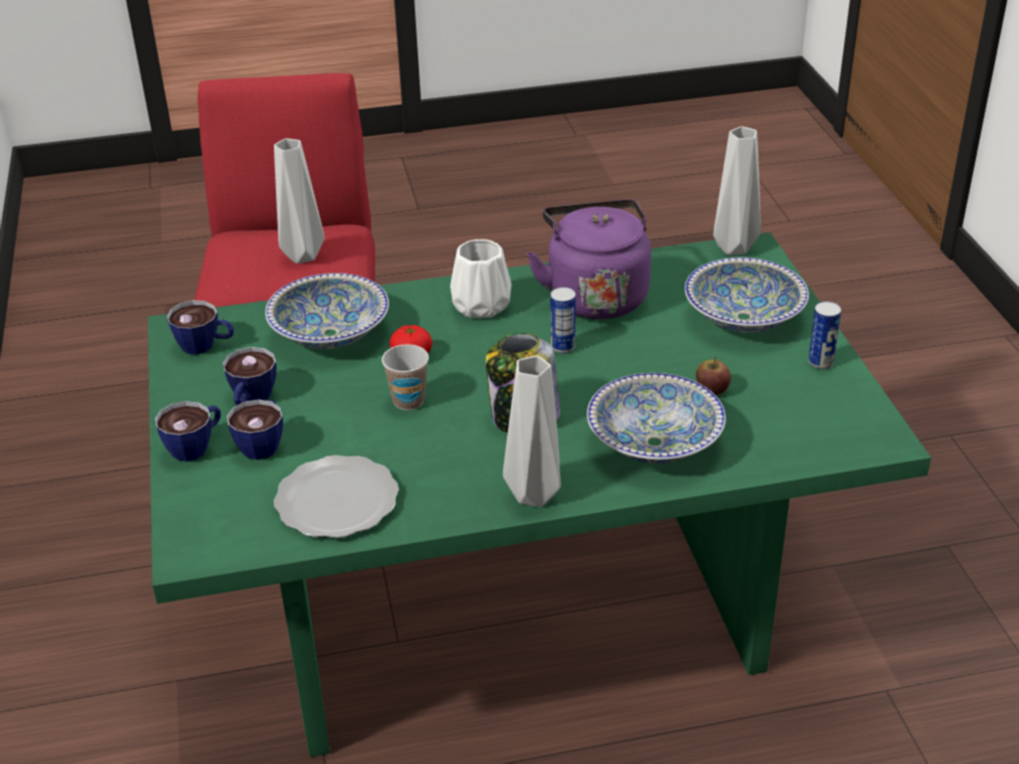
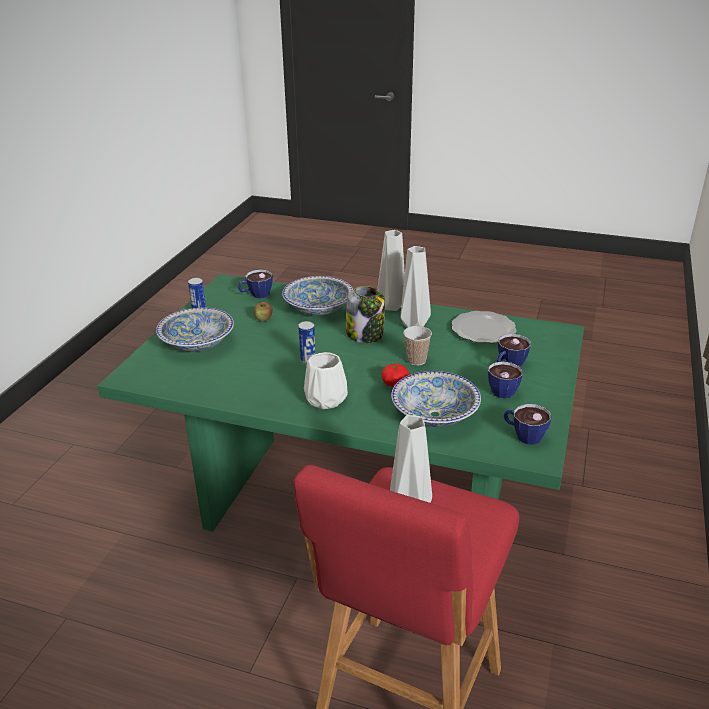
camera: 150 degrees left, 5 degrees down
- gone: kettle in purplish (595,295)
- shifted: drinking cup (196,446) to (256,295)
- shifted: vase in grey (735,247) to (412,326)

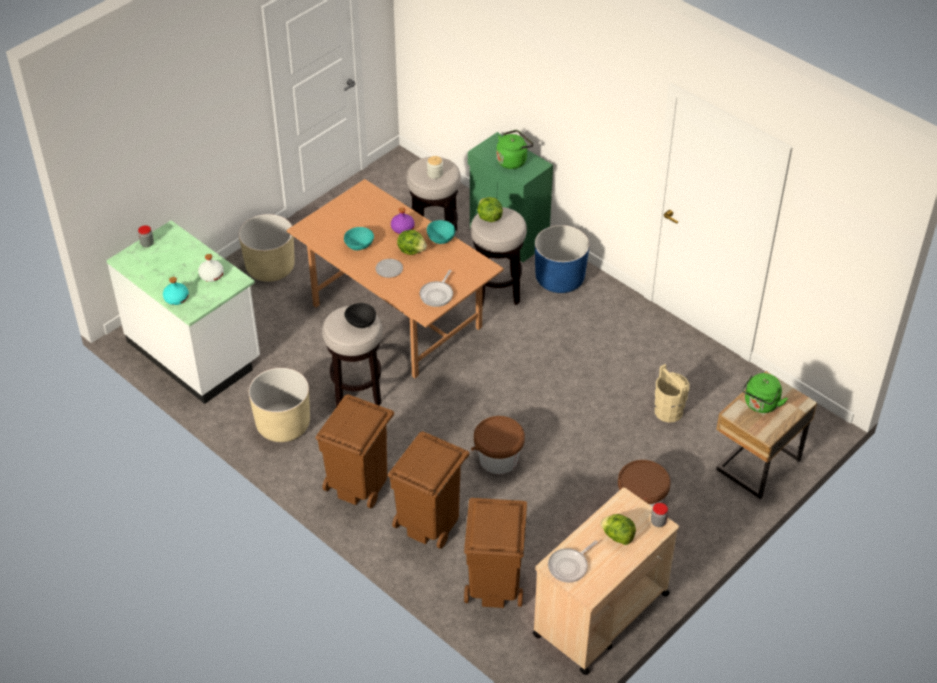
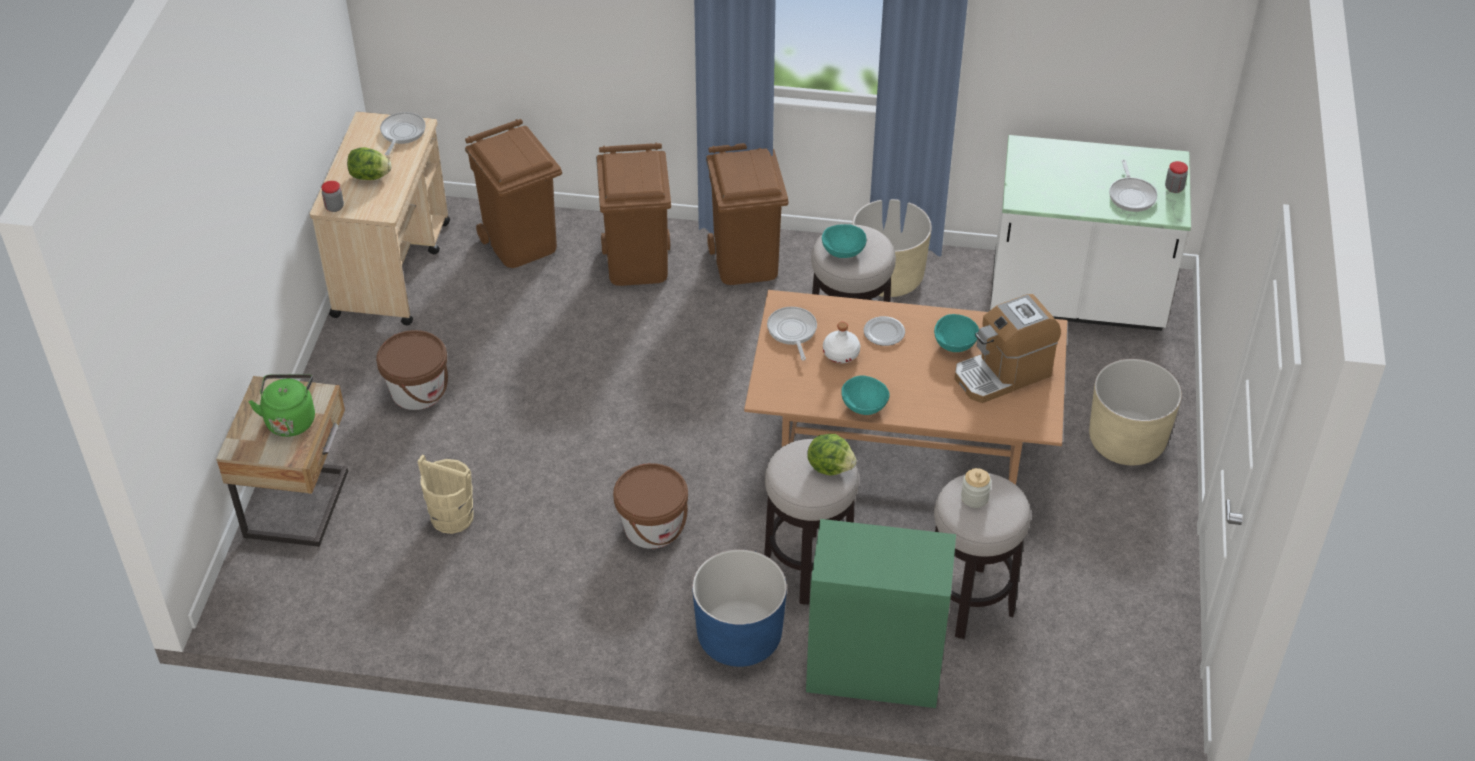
camera: 145 degrees right, 0 degrees up
- gone: beverage bottle in turquoise-coloured (176,298)
- gone: beverage bottle in purplish (402,228)
- gone: lettuce (412,250)
- gone: kettle in greenish (513,160)
- new: coffee brewer (1002,373)
- new: pan (1131,195)
- shifted: beverage bottle in whitish (211,275) to (841,353)
- shifted: bucket in brownish (498,459) to (652,527)
- repainted: serving bowl in blackish (361,323) to serving bowl in turquoise-coloured (842,252)

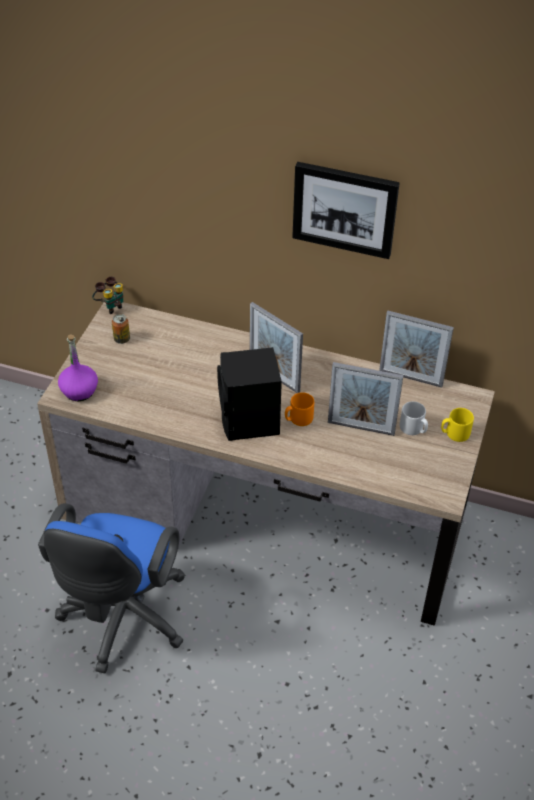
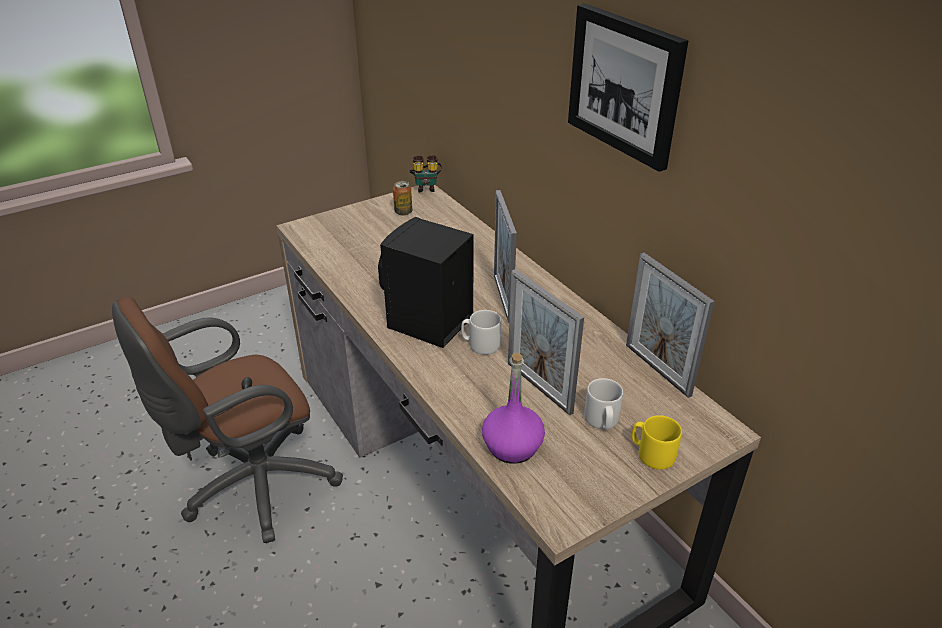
camera: 40 degrees right, 10 degrees down
- shifted: beverage bottle in purplish (79,391) to (512,447)
- repainted: computer chair in blue-coloured (122,620) to computer chair in brownish (253,487)
- repainted: mug in orange-coloured (298,419) to mug in grey (480,345)

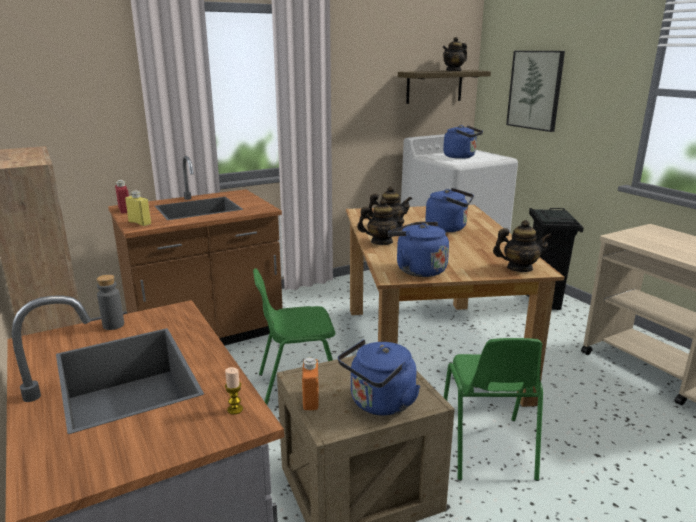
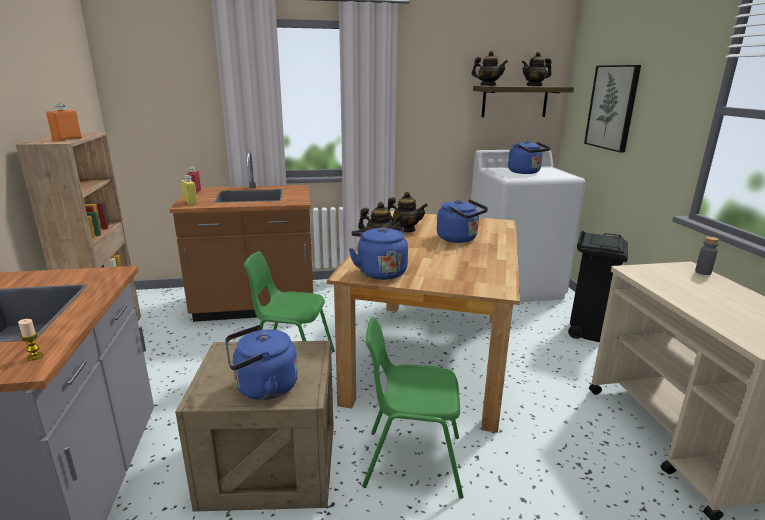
camera: 20 degrees right, 0 degrees up
- shifted: beverage bottle in grey (113,325) to (703,272)
- shifted: beverage bottle in orange-coloured (311,399) to (67,139)
- shifted: tea pot (519,268) to (488,85)
- rotated: upright chair in greenish (486,449) = (412,461) 75 degrees clockwise

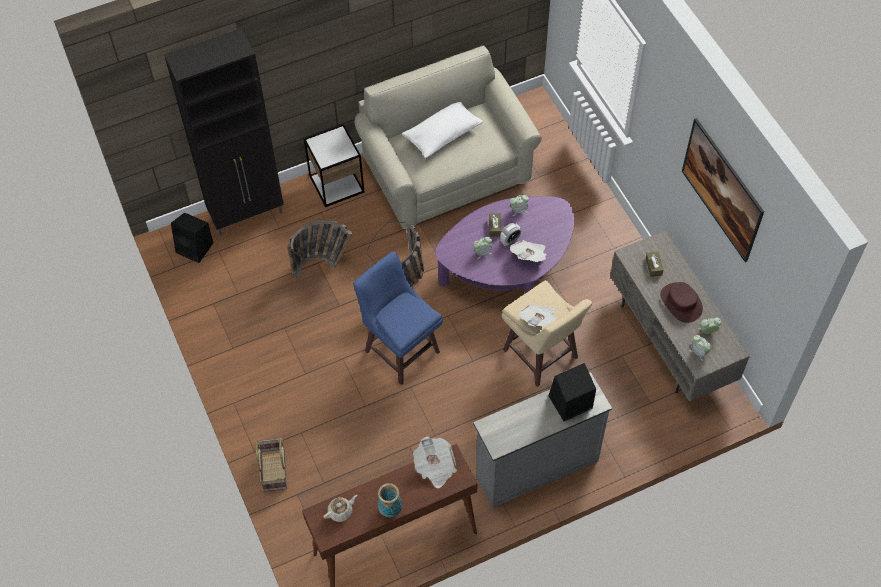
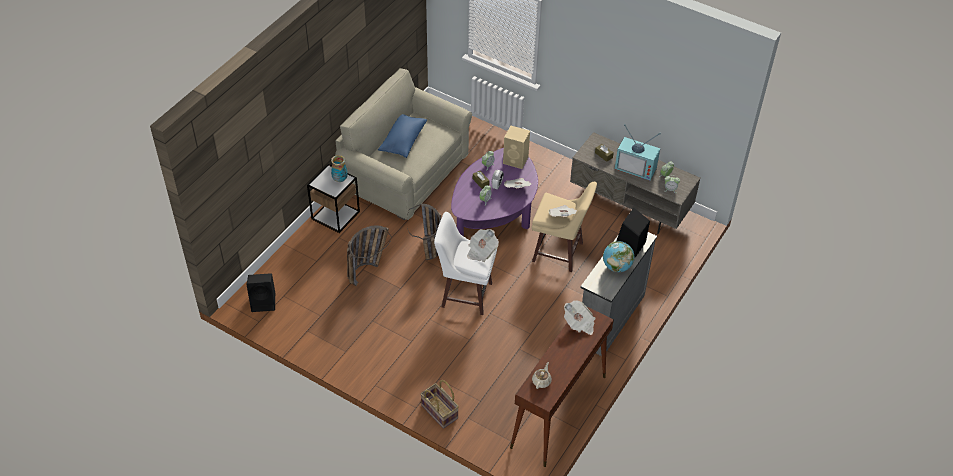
camera: 35 degrees left, 10 degrees down
- gone: cupboard in blackish (247,214)
- gone: wall picture (718,202)
- new: printed paper (481,251)
- new: audio speaker in beige-coloured (516,160)
- new: world globe (617,266)
- shifted: vase (390,509) to (340,179)
- swapped: wearable hat in brownish (681,302) to television (636,167)
- repainted: stool in blue-coloured (401,350) to stool in whitish (465,294)
- repainted: throw pillow in whitish (442,134) to throw pillow in blue-coloured (403,141)

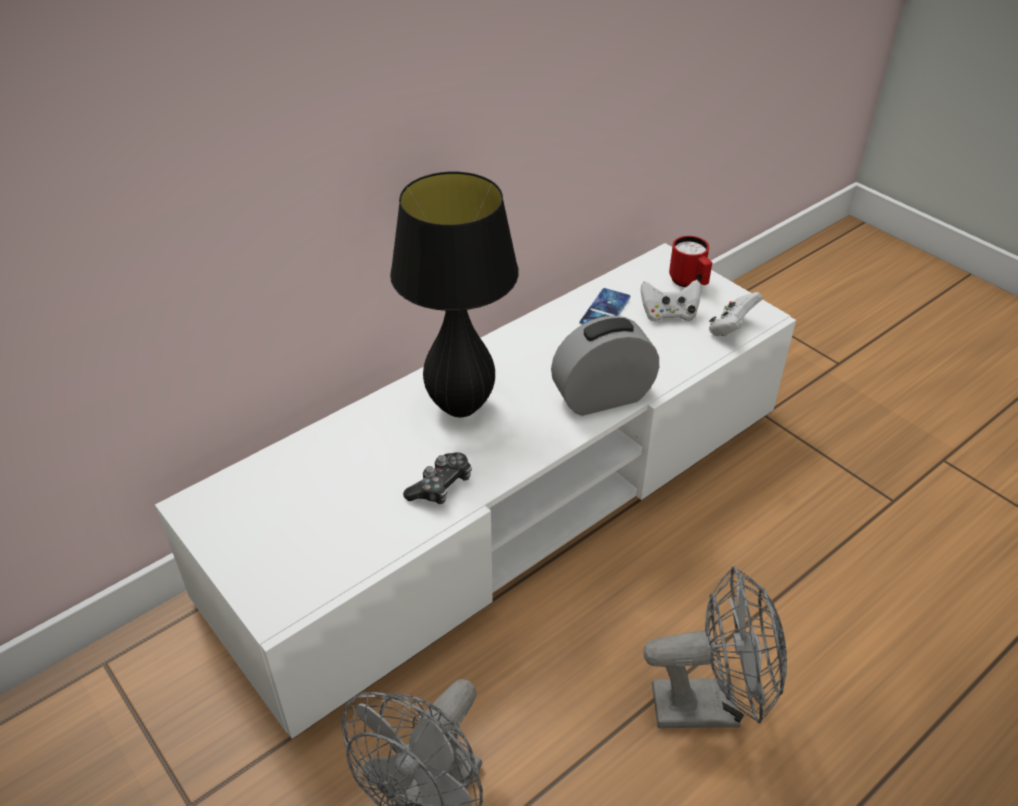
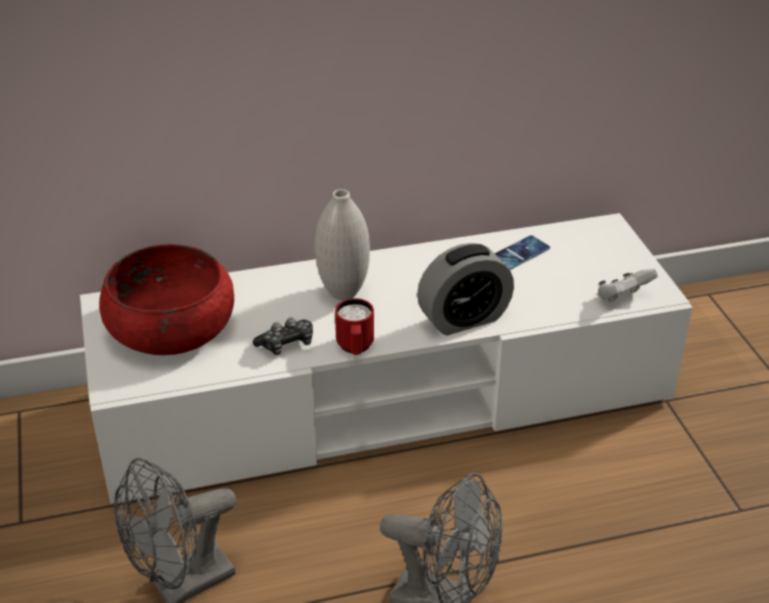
camera: 25 degrees right, 5 degrees down
- gone: joypad in whitish (669,314)
- new: serving bowl in red-coloured (170,327)
- shifted: mug in red-coloured (689,283) to (355,348)
- swapped: lamp for a table in blackish (461,406) to vase in whitish (343,293)
- rotated: alarm clock (602,397) = (464,319) 150 degrees clockwise

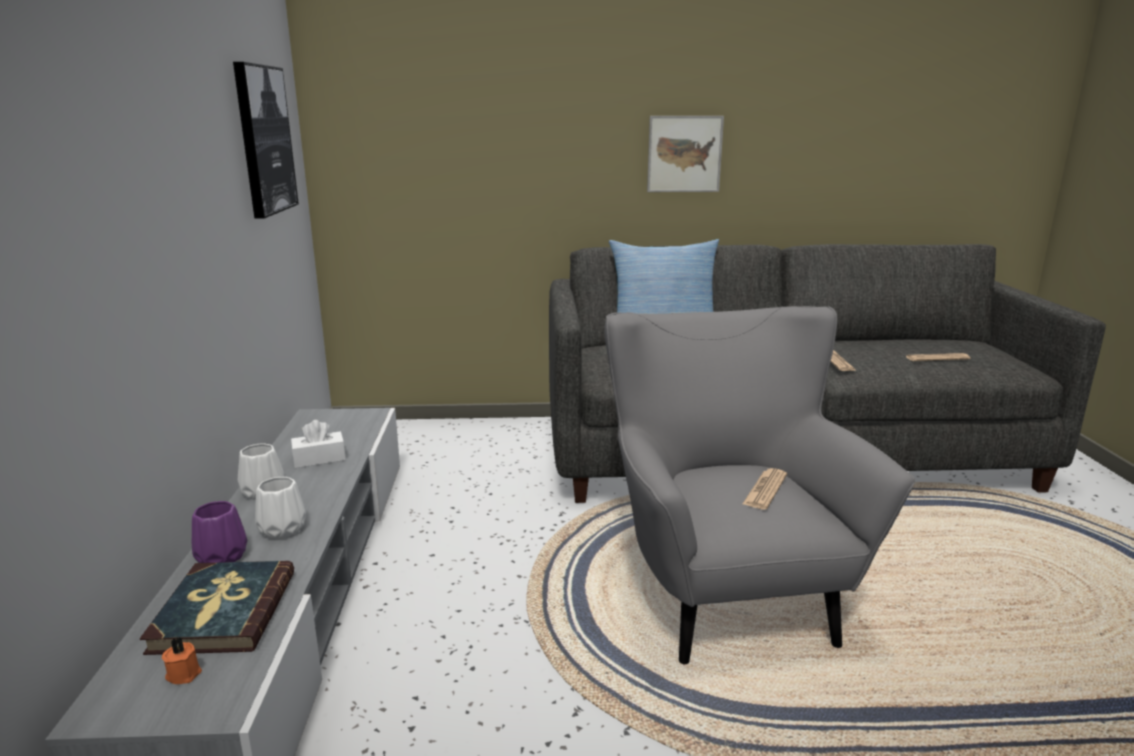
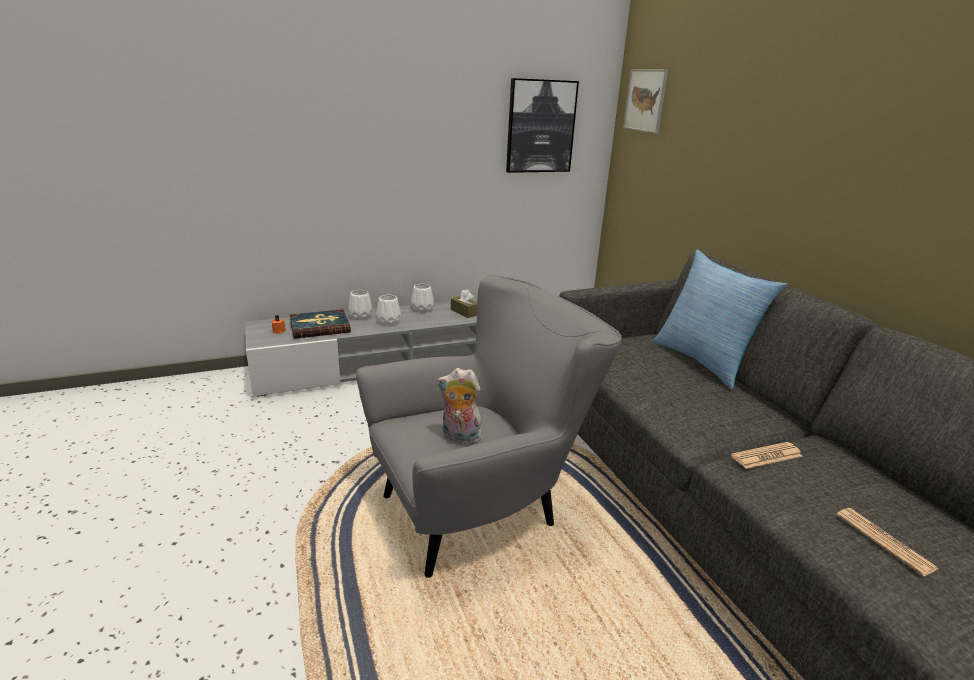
camera: 70 degrees right, 5 degrees up
- shifted: wall picture (684,154) to (645,100)
- swapped: printed paper (765,490) to soft toy (459,437)
- repainted: vase in purplish (222,557) to vase in whitish (360,316)
- repainted: tissue holder in whitish (319,459) to tissue holder in brownish (464,312)

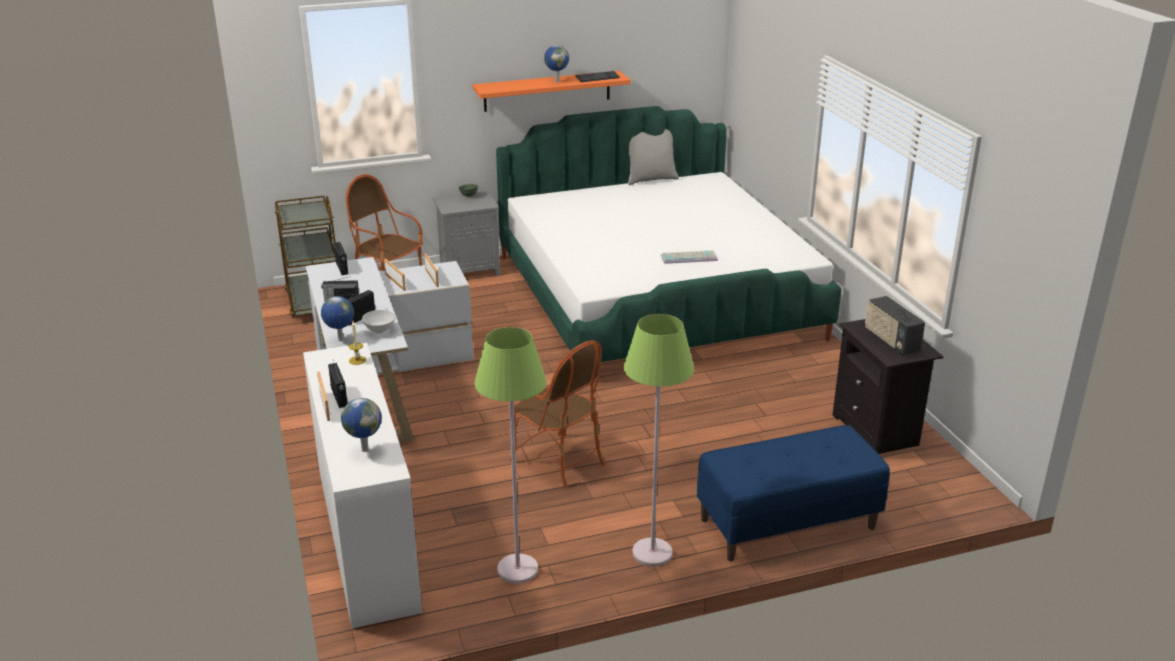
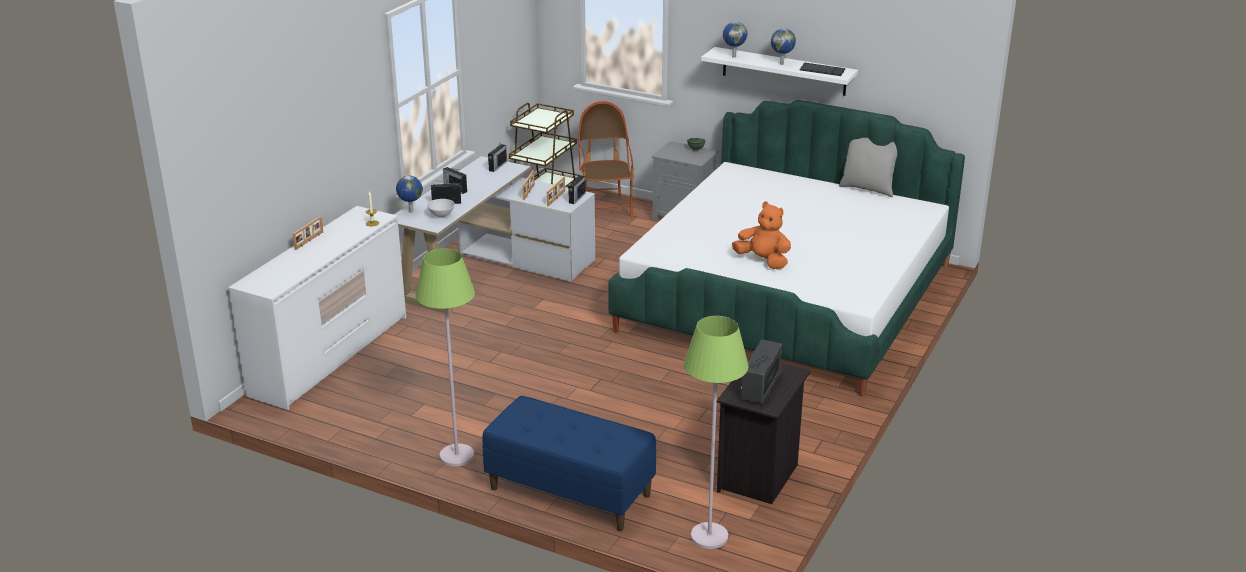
camera: 45 degrees right, 0 degrees up
- gone: easy chair (557,461)
- shifted: radio set (339,397) to (576,198)
- shifted: world globe (364,449) to (734,56)
- shifted: floor lamp in greenish (517,569) to (709,536)
- swapped: keyboard (689,257) to soft toy in orange-coloured (763,261)
- repainted: wall shelf in orange-coloured (547,91) to wall shelf in whitish (784,71)

